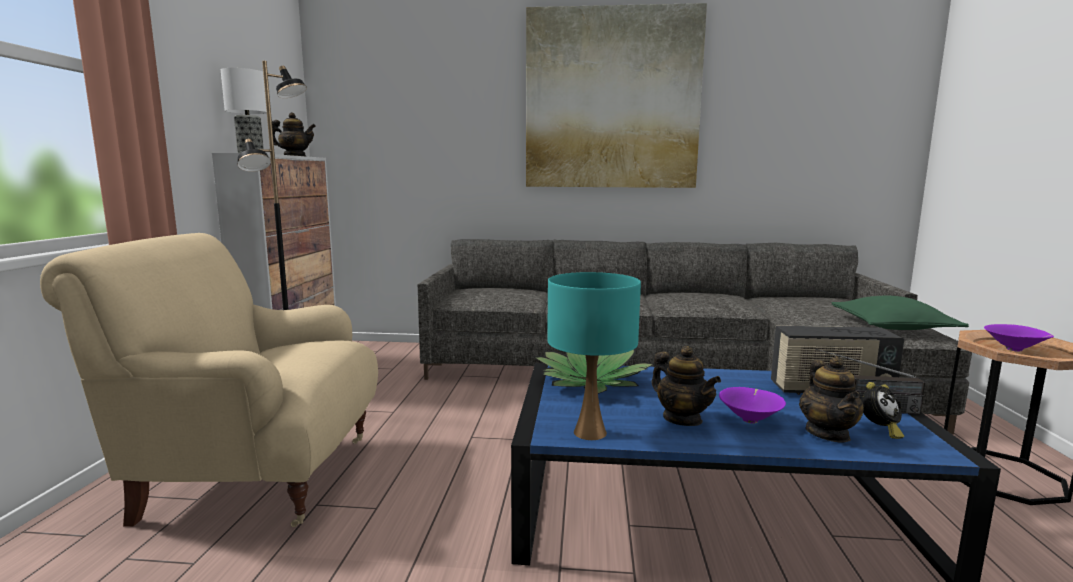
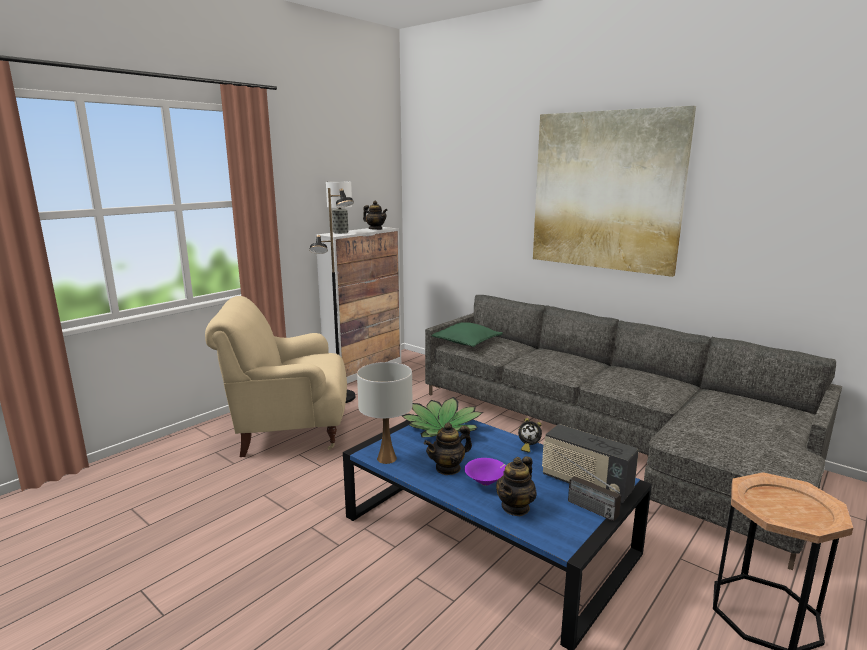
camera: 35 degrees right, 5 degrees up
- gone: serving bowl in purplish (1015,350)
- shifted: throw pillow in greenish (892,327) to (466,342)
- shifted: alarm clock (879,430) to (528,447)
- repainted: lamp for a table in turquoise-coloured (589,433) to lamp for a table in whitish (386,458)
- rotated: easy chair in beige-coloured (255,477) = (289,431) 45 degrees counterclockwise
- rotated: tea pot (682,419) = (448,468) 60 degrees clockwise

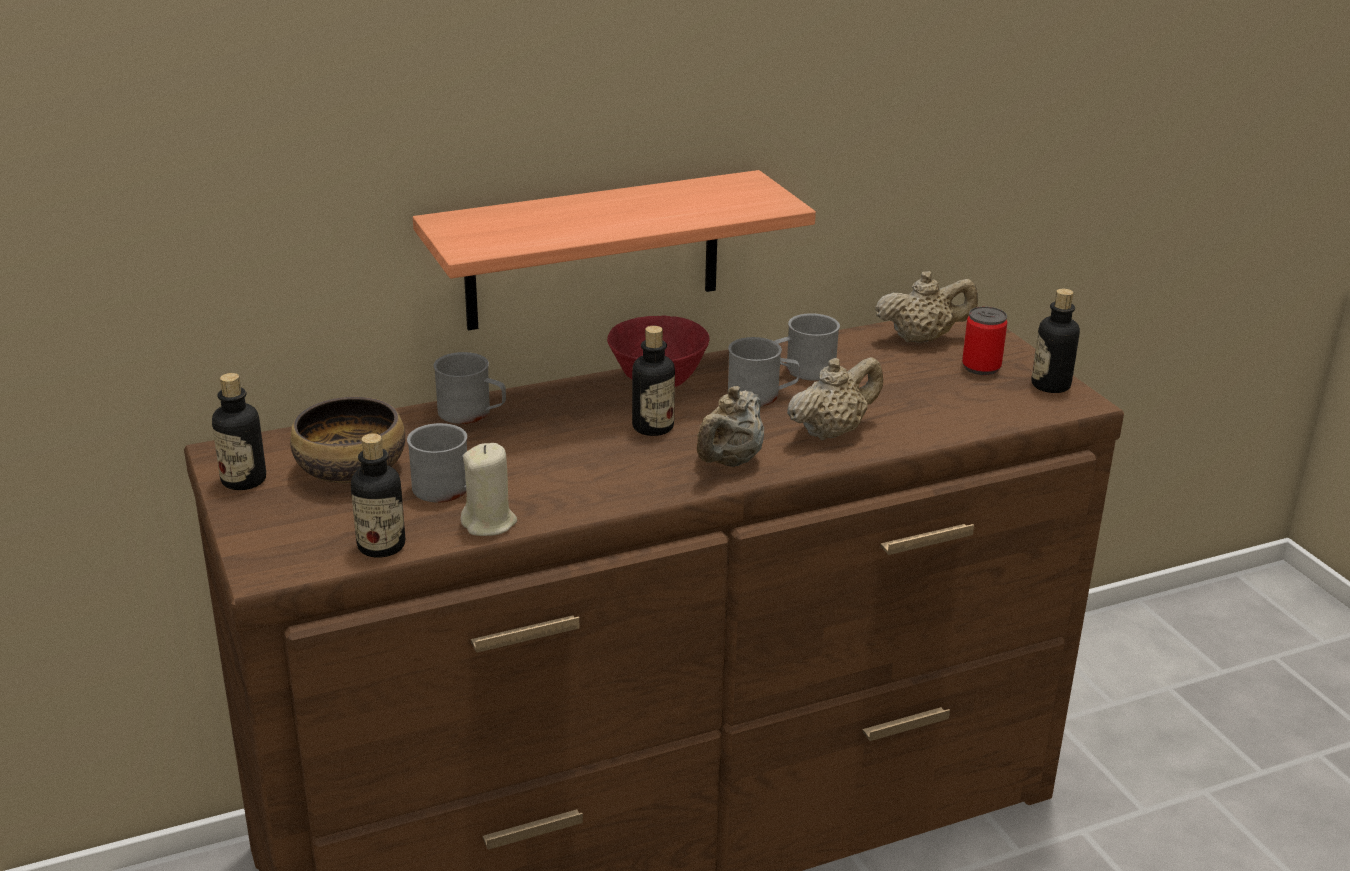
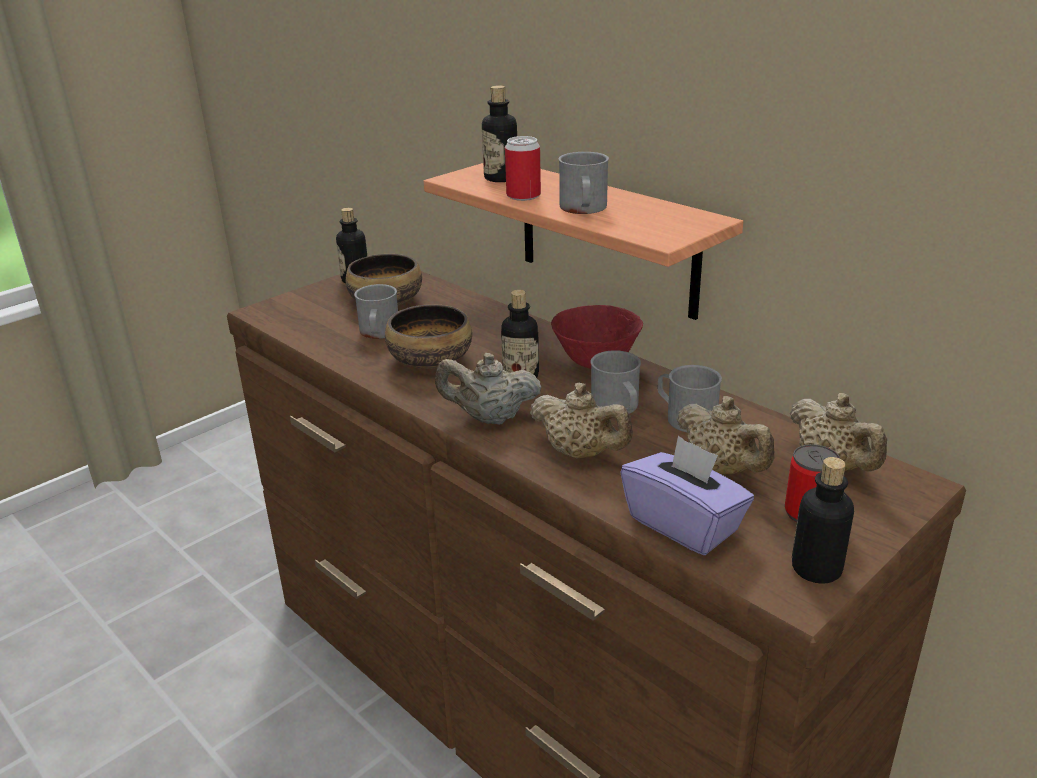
camera: 70 degrees right, 0 degrees up
- gone: candle in beige-coloured (489,523)
- new: serving bowl (429,359)
- new: sealed can (523,196)
- new: tissue holder in purplish (684,524)
- new: tea pot in beige-coloured (722,469)
- shifted: beverage bottle (381,546) to (501,178)
- shifted: mug in grey (472,413) to (583,209)

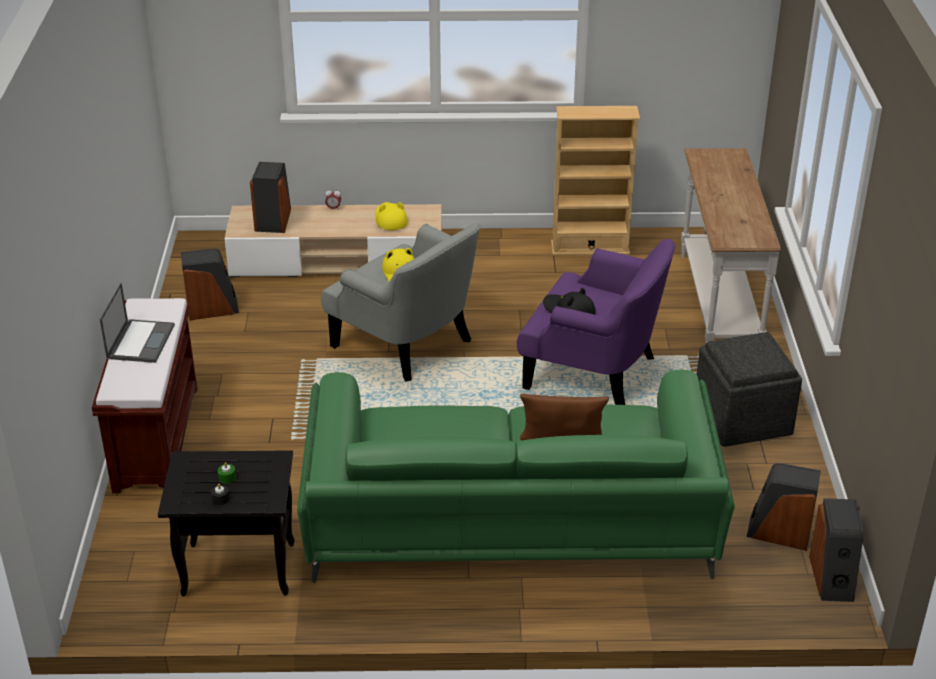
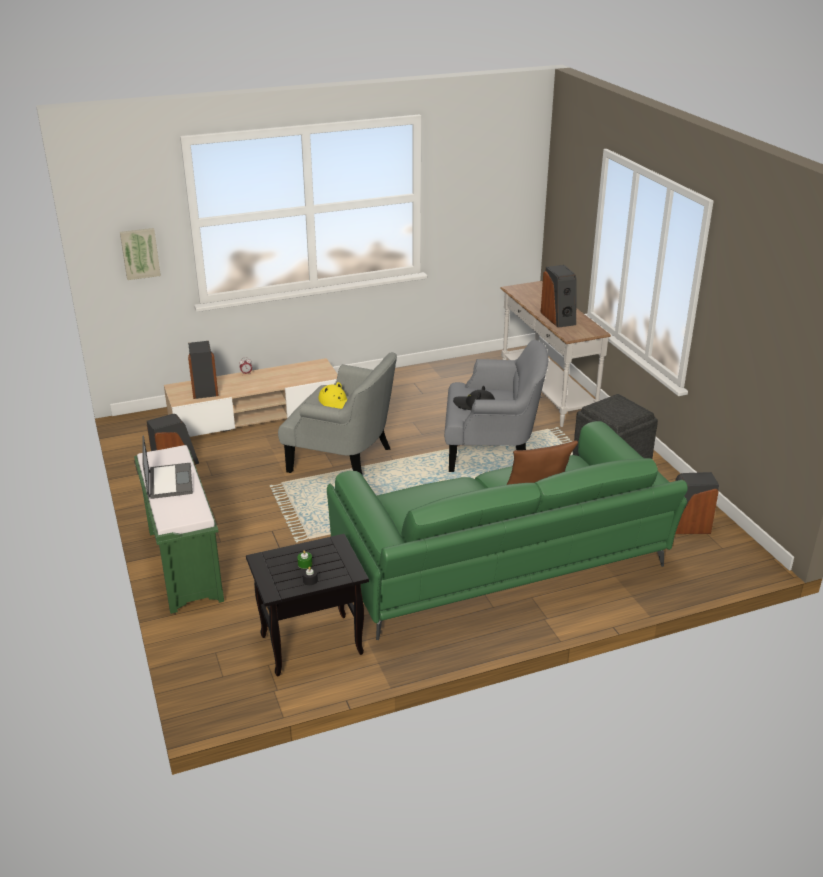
camera: 20 degrees left, 5 degrees down
- gone: wearable hat in yellow (390,219)
- gone: shelving unit in beige-coloured (590,248)
- new: wall picture (140,253)
- shifted: audio speaker (833,577) to (559,318)
- repainted: indoor bench in brownish (156,437) to indoor bench in greenish (183,564)
- repainted: easy chair in purplish (594,372) to easy chair in grey (492,451)

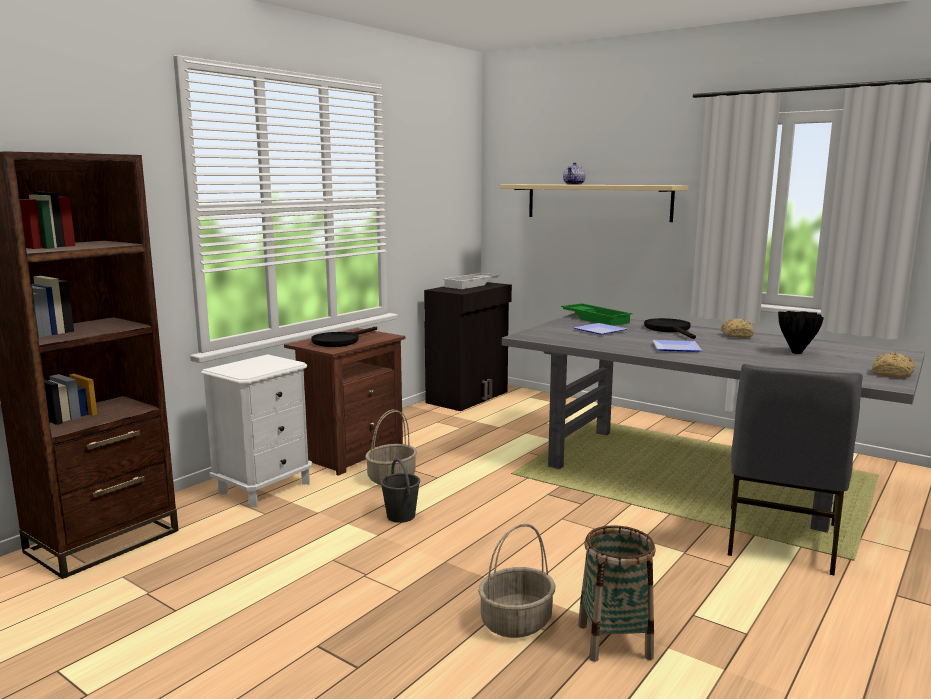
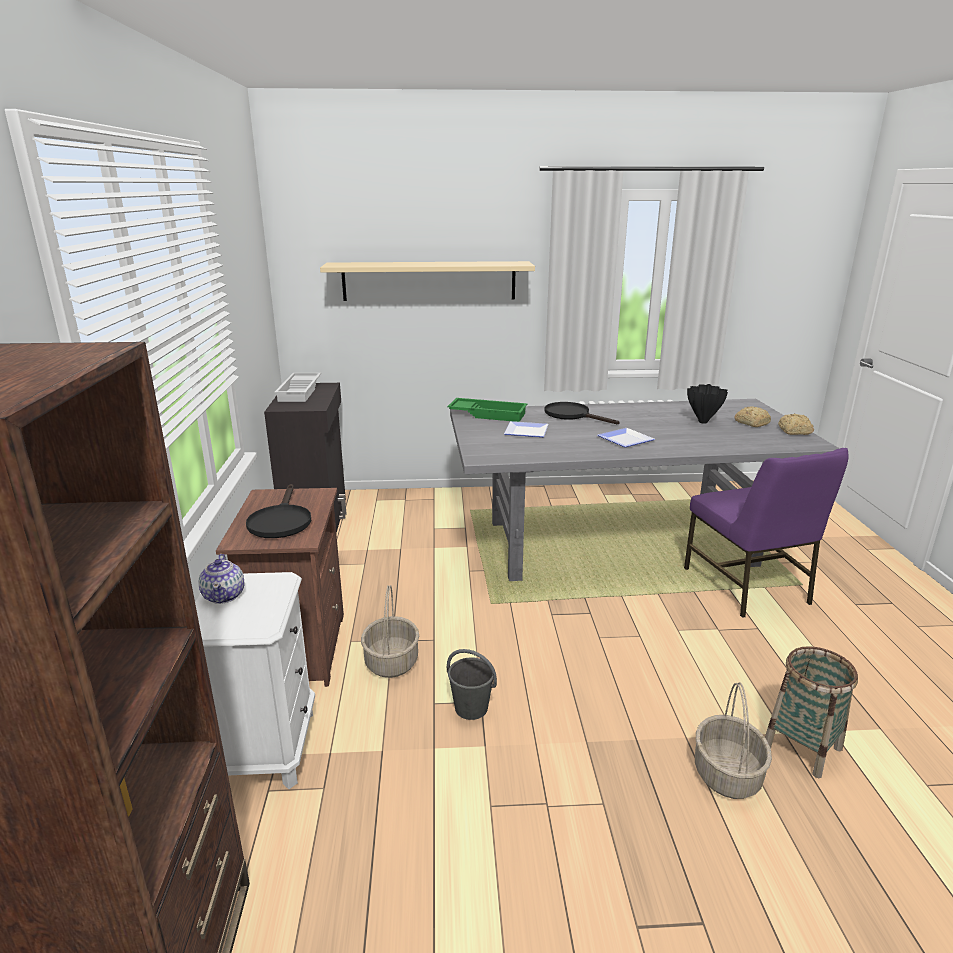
camera: 40 degrees left, 10 degrees up
- shifted: tea pot (574,184) to (224,595)
- shifted: bakery bread (737,335) to (751,423)
- repainted: upright chair in grey (780,540) to upright chair in purplish (747,586)

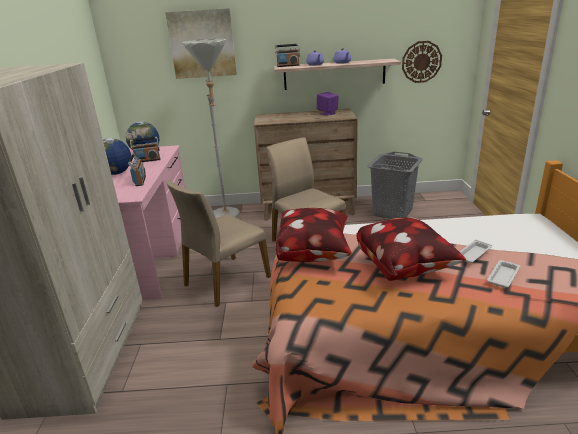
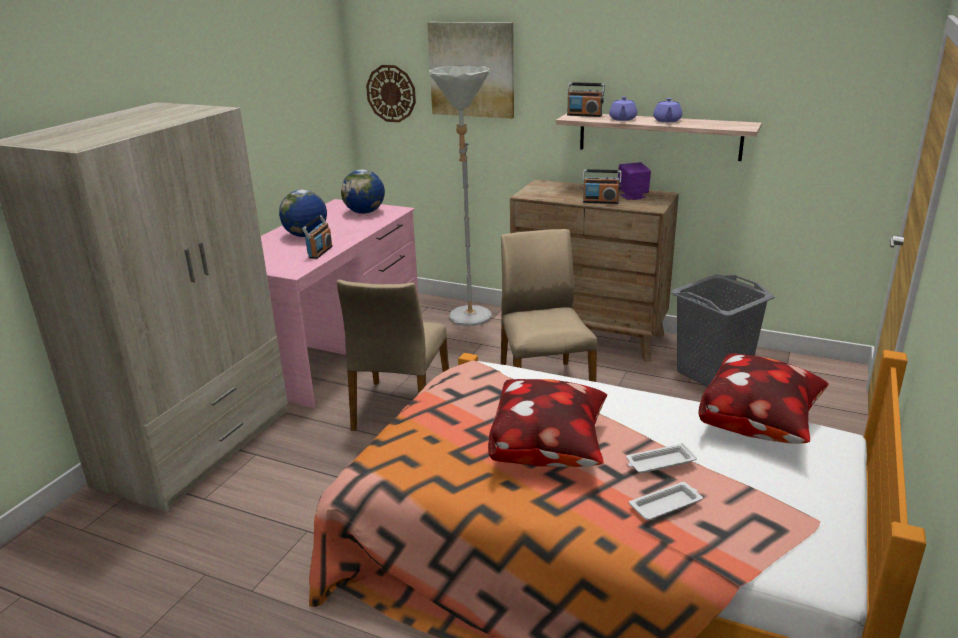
camera: 25 degrees right, 0 degrees up
- shifted: radio set (147,160) to (600,201)
- shifted: throw pillow (314,254) to (760,426)
- shifted: wall clock (421,62) to (391,93)
- rotated: upright chair in beige-coloured (226,281) = (400,408) 60 degrees counterclockwise

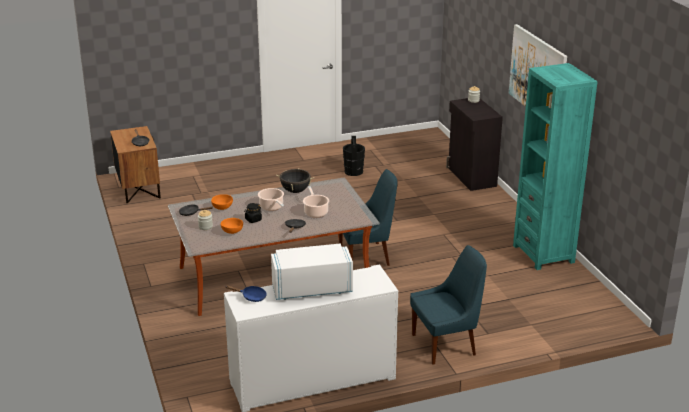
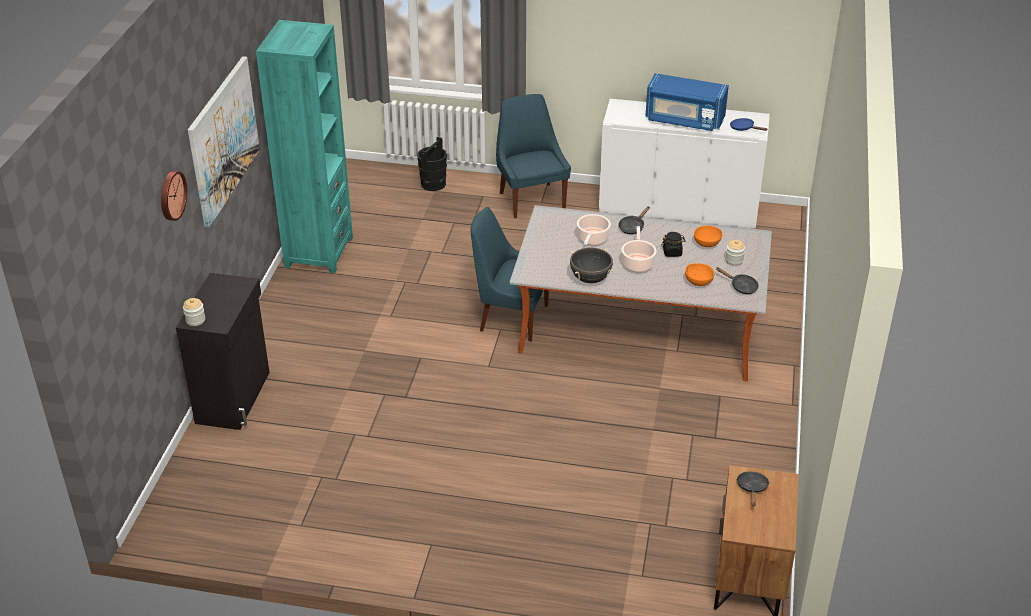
camera: 150 degrees left, 10 degrees up
- new: wall clock (171,195)
- shifted: bucket in blackish (353,171) to (433,184)
- repainted: kitchen microwave in whitish (311,289) to kitchen microwave in blue-coloured (684,120)
- rotated: upright chair in blue-coloured (446,344) = (531,199) 60 degrees clockwise

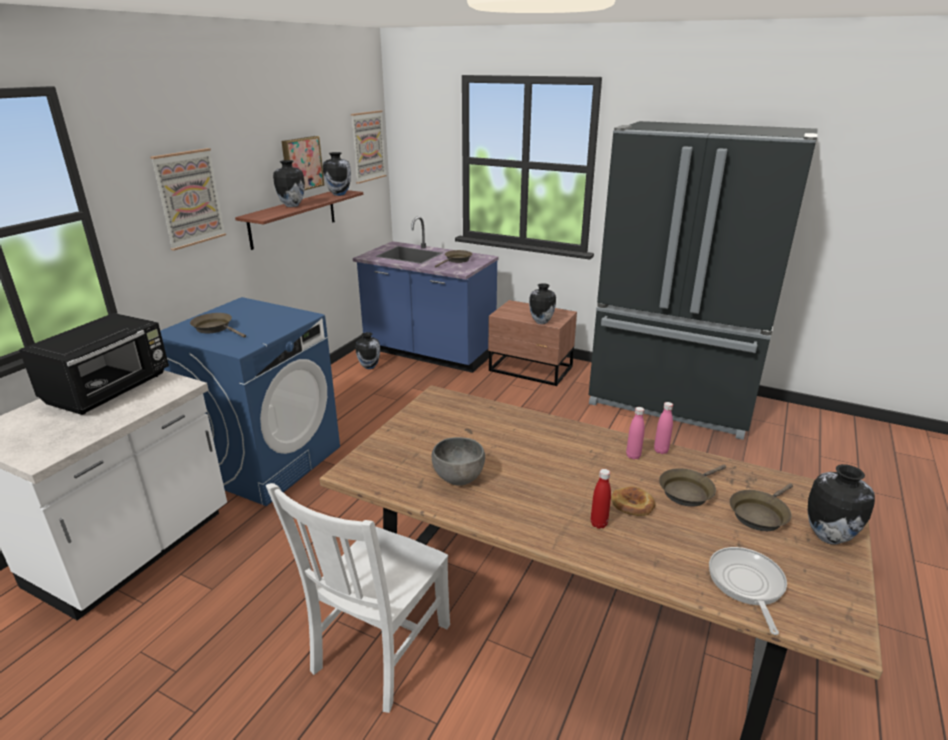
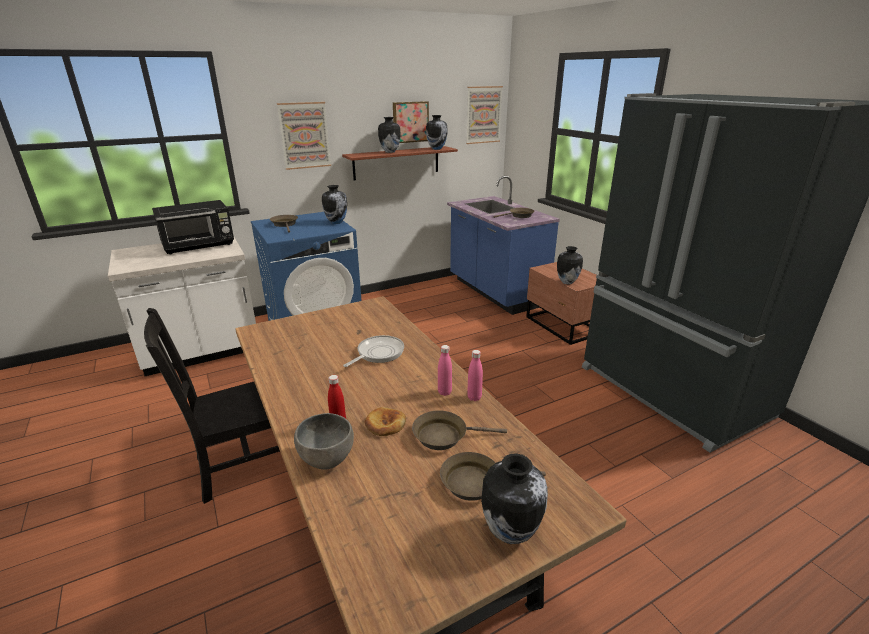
camera: 35 degrees right, 0 degrees up
- shifted: vase (369,367) to (336,222)
- shifted: serving bowl in grey (459,478) to (327,460)
- shifted: pan (746,584) to (378,353)
- repainted: upright chair in whitish (379,651) to upright chair in blackish (241,465)

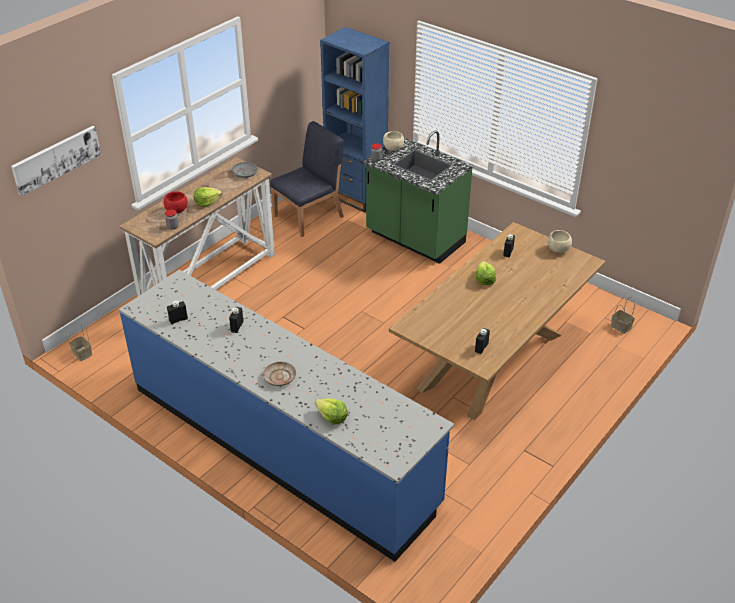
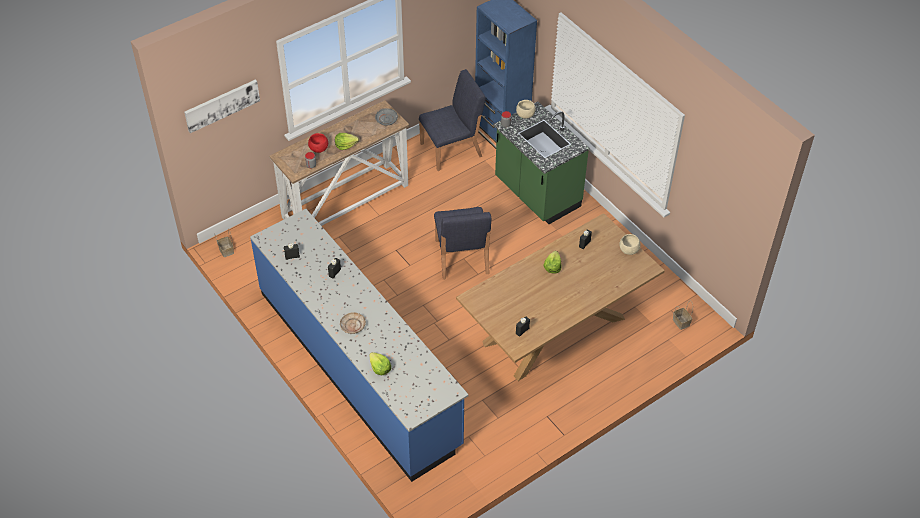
camera: 15 degrees right, 10 degrees up
- new: upright chair in blue-coloured (461,257)

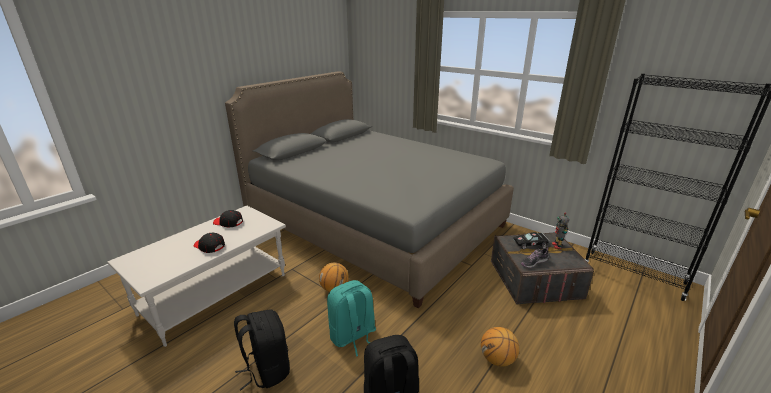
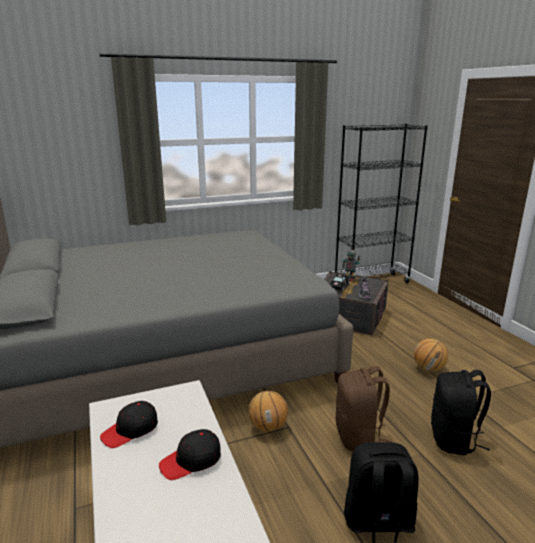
camera: 60 degrees left, 5 degrees down
- repainted: backpack in turquoise-coloured (353,336) to backpack in brownish (359,437)

